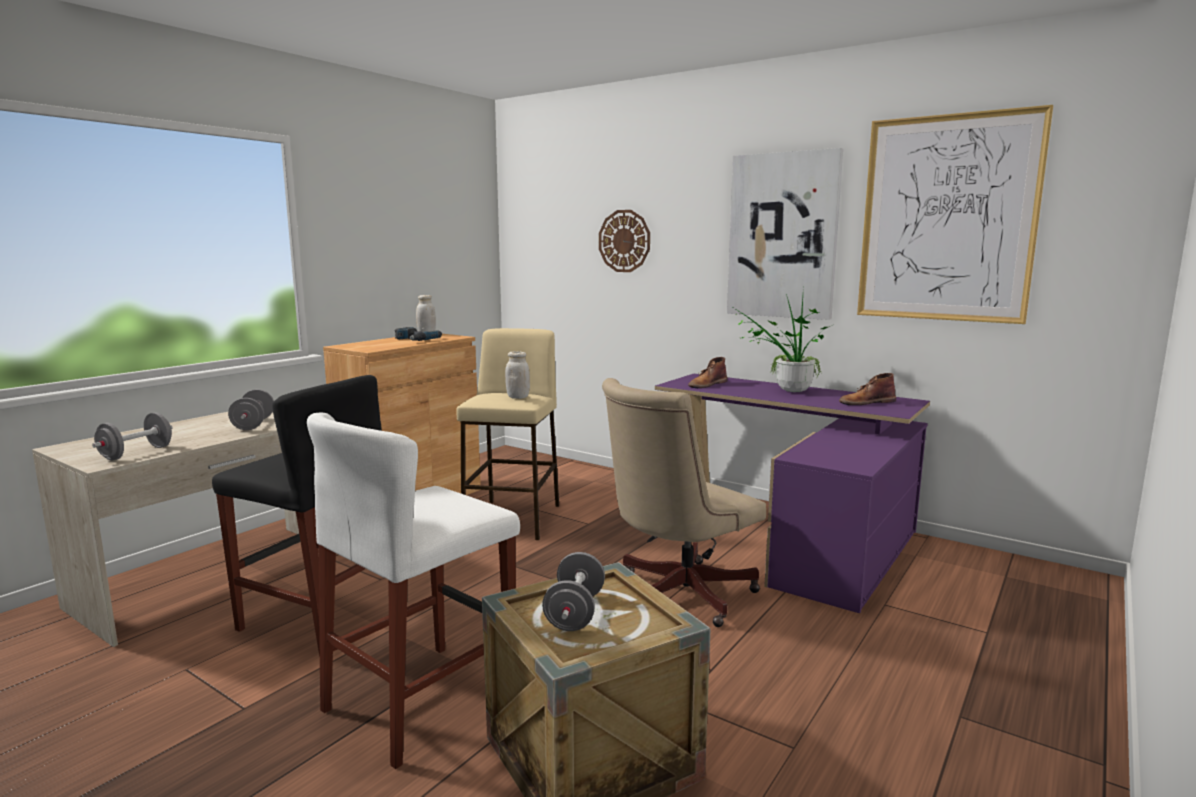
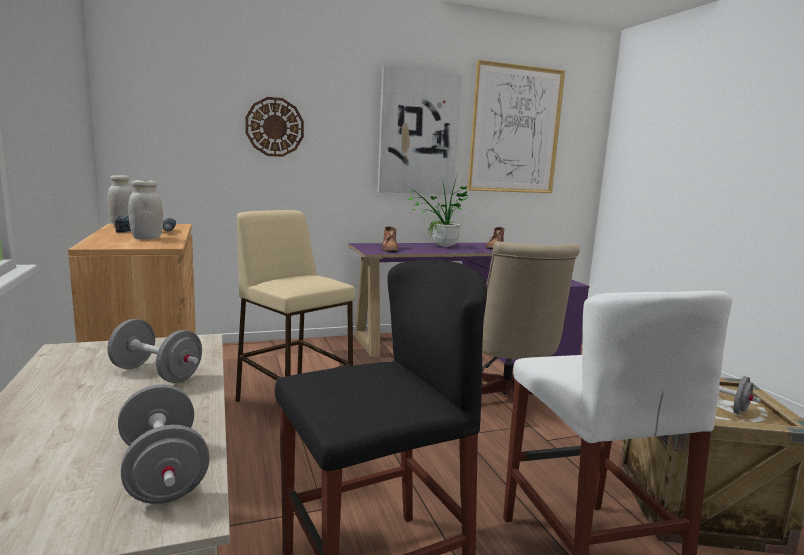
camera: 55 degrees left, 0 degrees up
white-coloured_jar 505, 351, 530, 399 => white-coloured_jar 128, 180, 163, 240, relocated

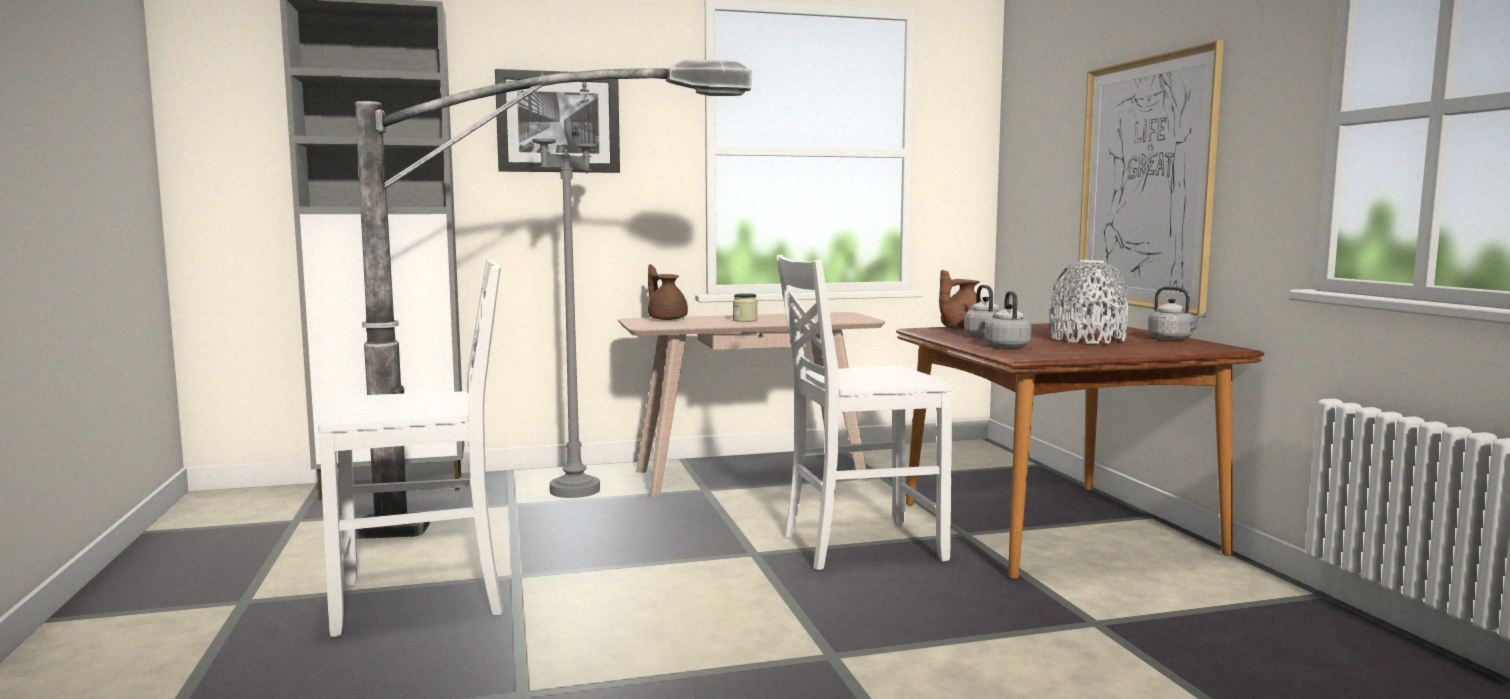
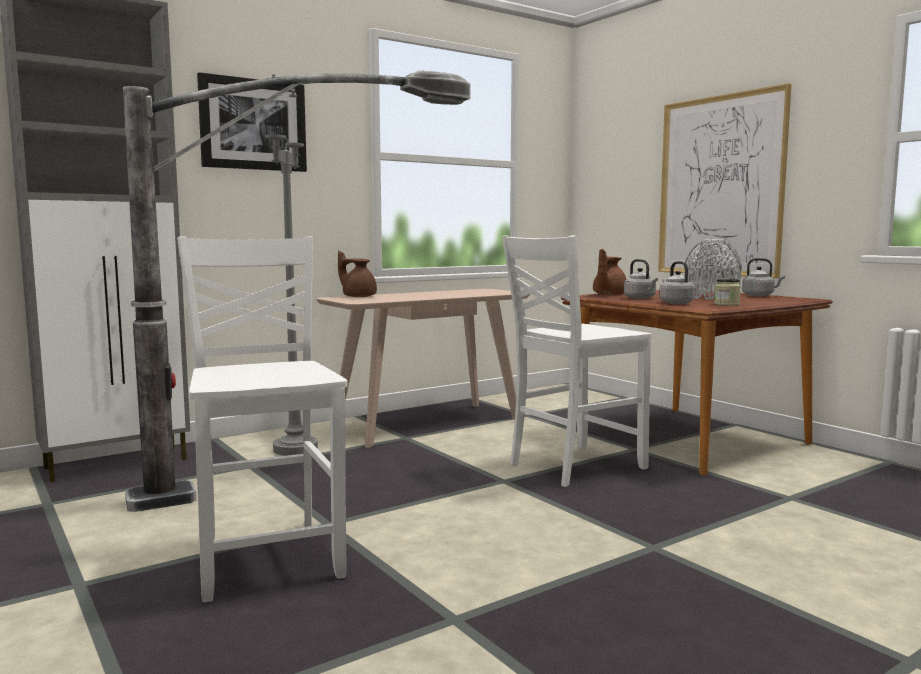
camera: 20 degrees left, 0 degrees up
white-coloured_upright_chair 318, 259, 503, 637 => white-coloured_upright_chair 177, 236, 348, 602, 75 degrees counterclockwise
jar 733, 294, 757, 322 => jar 714, 278, 741, 306, relocated

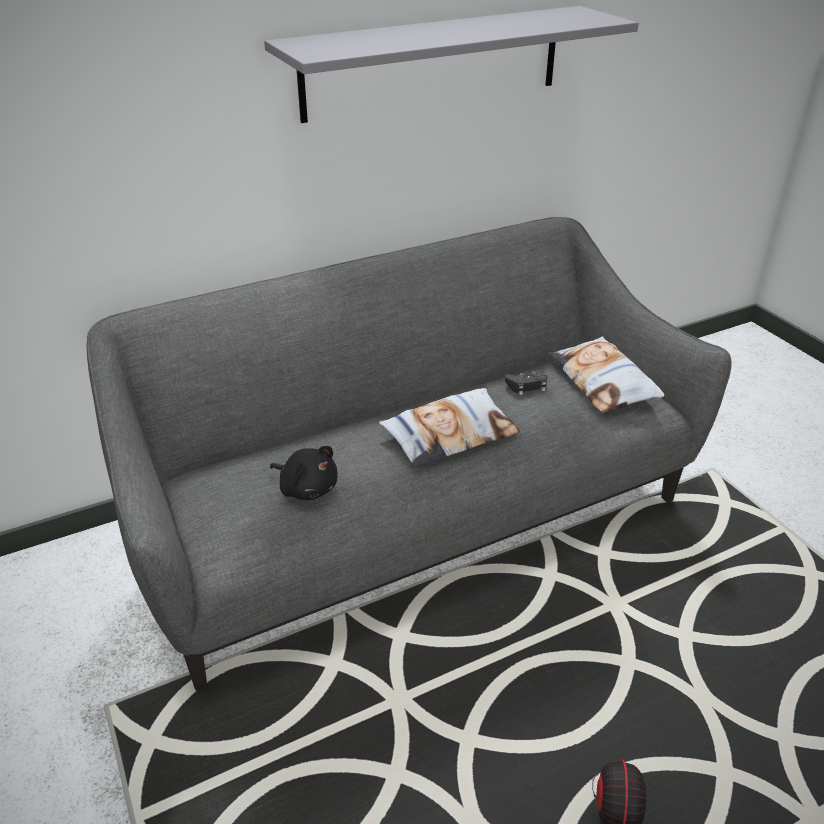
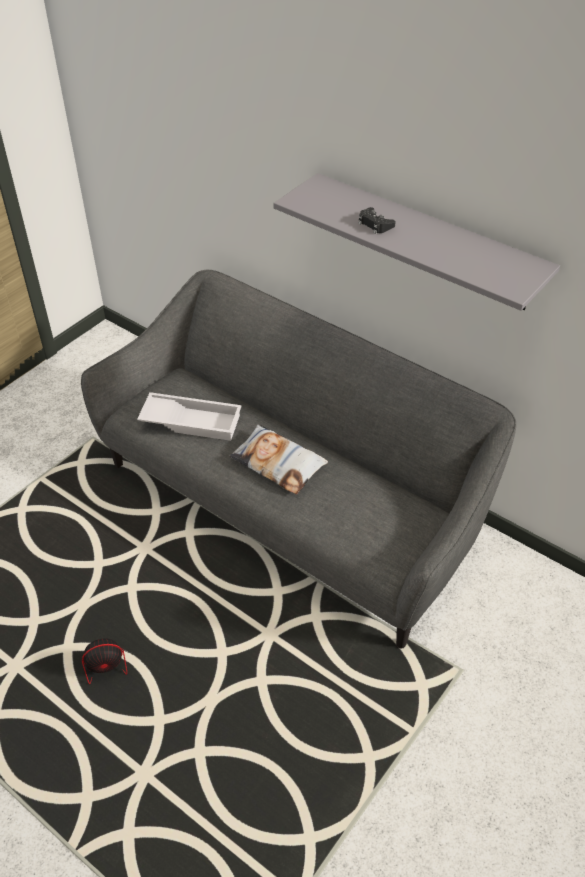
camera: 65 degrees right, 10 degrees up
blackish_plush_toy 270, 446, 338, 500 => white-coloured_tray 137, 392, 242, 441
blackish_joypad 505, 369, 547, 395 => blackish_joypad 358, 207, 396, 234, relocated
cushion 549, 336, 665, 413 => nothing

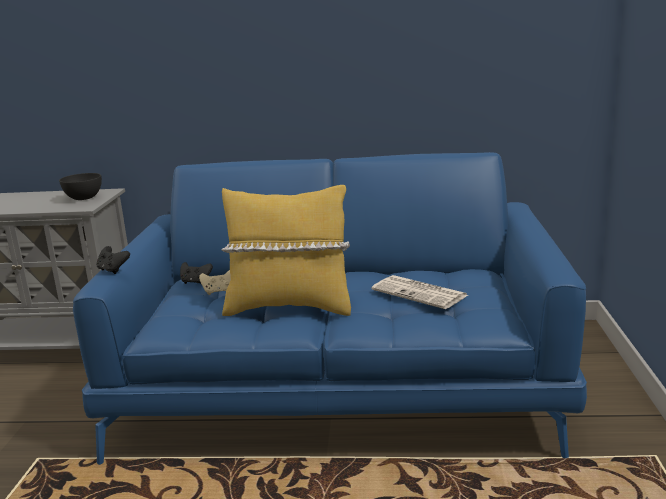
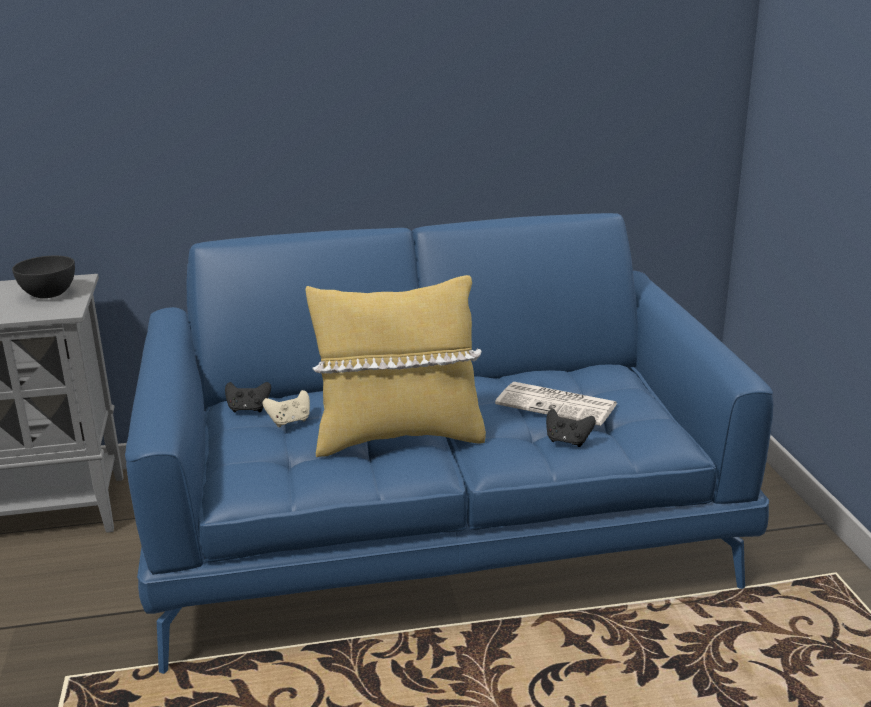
camera: 15 degrees left, 5 degrees up
blackish_joypad 96, 246, 130, 274 => blackish_joypad 546, 409, 596, 447, relocated

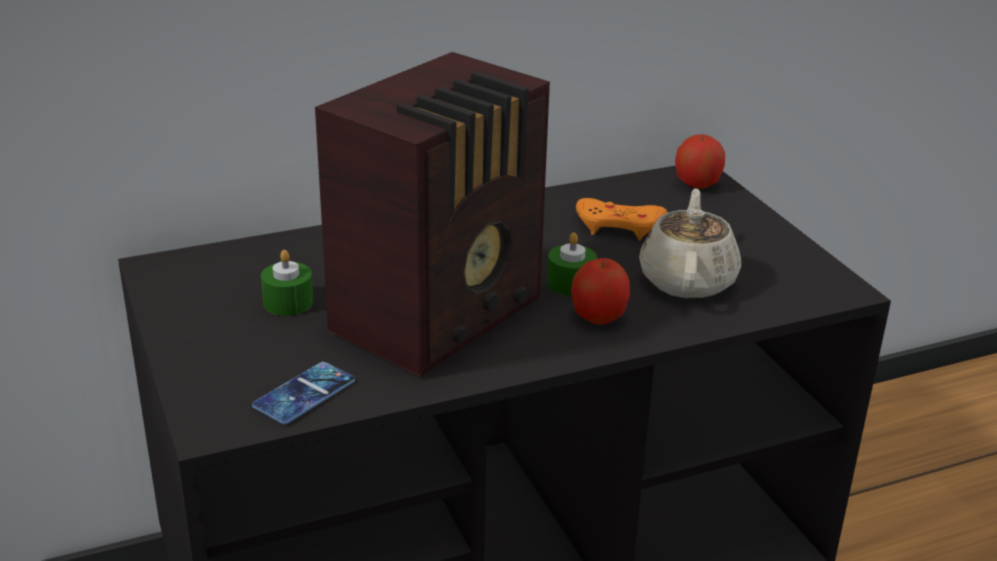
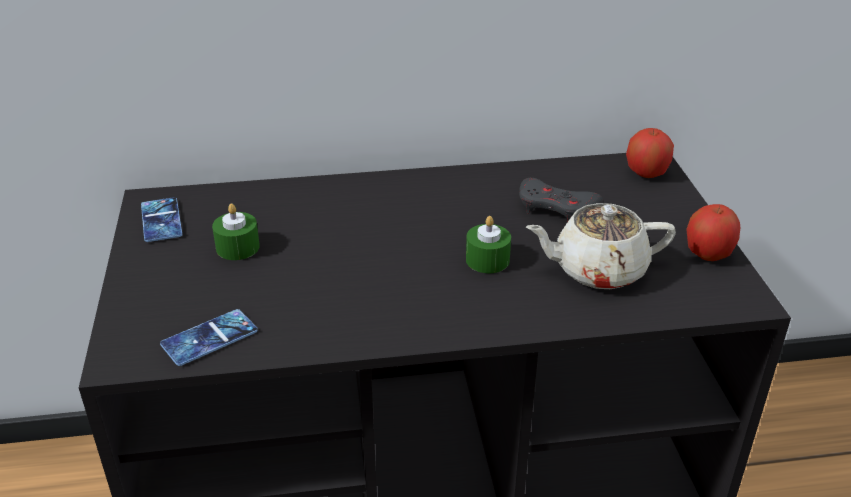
camera: 15 degrees right, 5 degrees up
nothing => phone 141, 197, 182, 242
orange-coloured_joypad 576, 198, 667, 240 => grey_joypad 519, 178, 603, 222
sand-coloured_tea_pot 639, 188, 741, 298 => sand-coloured_tea_pot 526, 203, 676, 289, 120 degrees counterclockwise
whole_apple 571, 258, 630, 325 => whole_apple 686, 204, 741, 261, relocated
radio_receiver 315, 52, 550, 377 => nothing

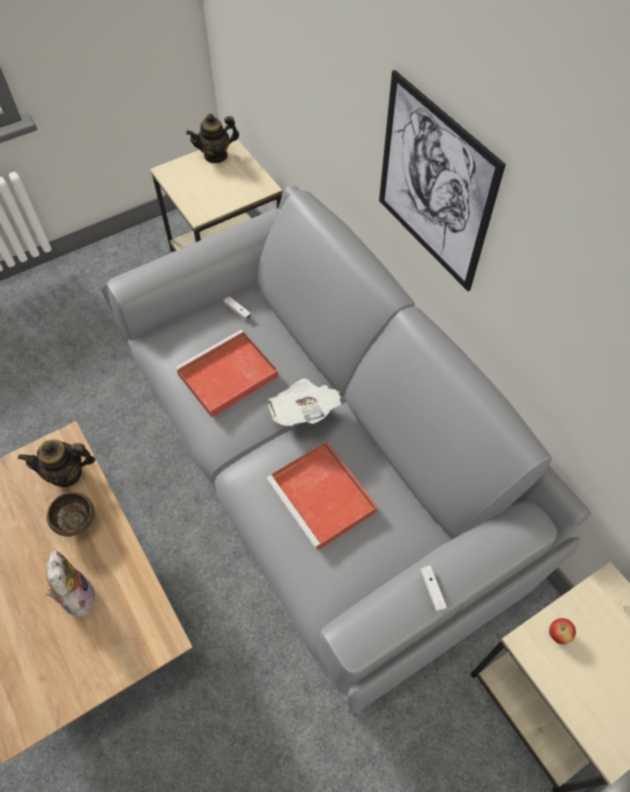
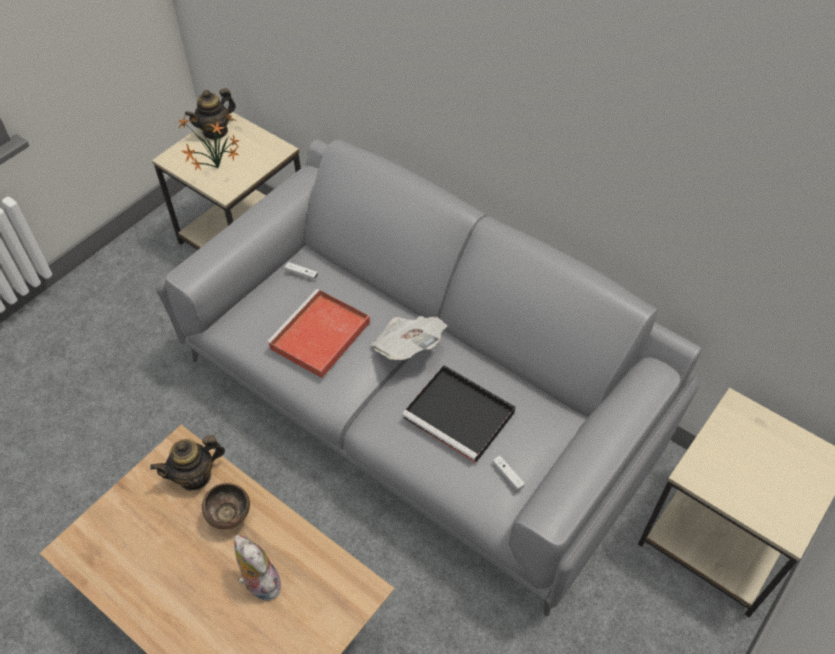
camera: 20 degrees left, 5 degrees down
nothing => houseplant 178, 114, 240, 171
reddish_tray 267, 441, 378, 551 => blackish_tray 402, 365, 515, 463
white-coloured_joypad 420, 565, 447, 612 => white-coloured_joypad 493, 456, 525, 491, relocated
wall_picture 379, 70, 506, 291 => nothing
whole_apple 549, 618, 576, 644 => nothing

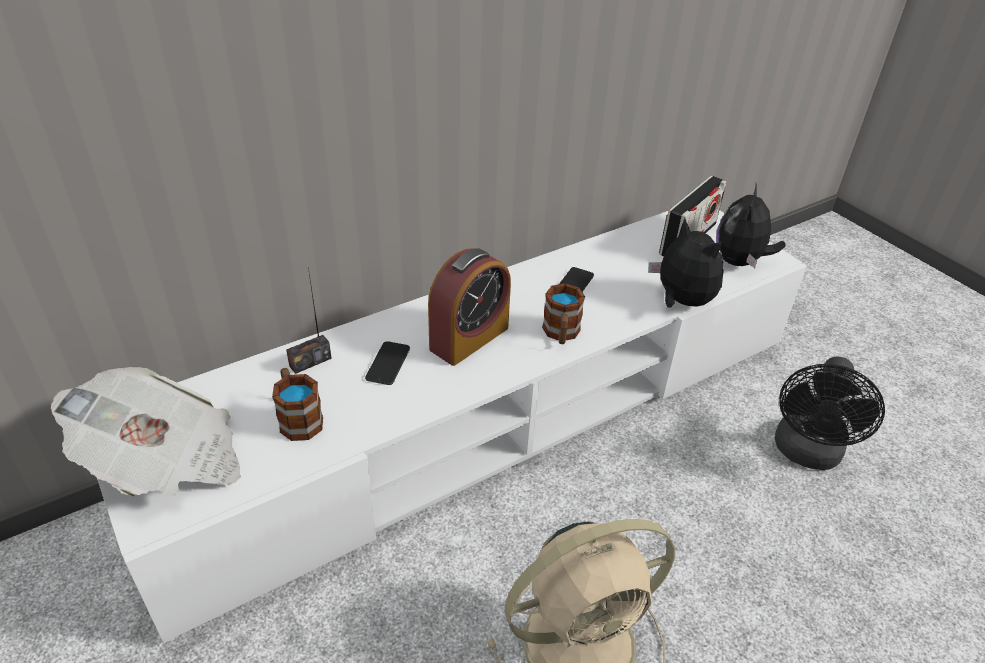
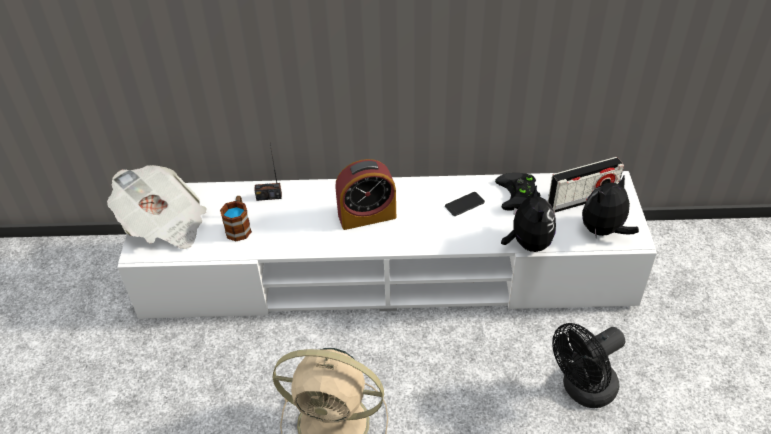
camera: 35 degrees right, 5 degrees up
nothing => blackish_joypad 495, 173, 540, 210
phone 365, 341, 410, 385 => nothing
coffee_mug 542, 283, 585, 344 => nothing

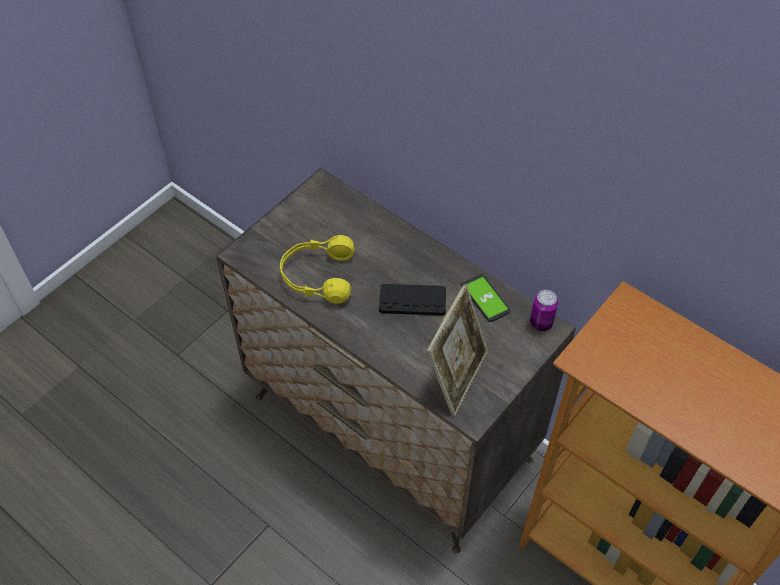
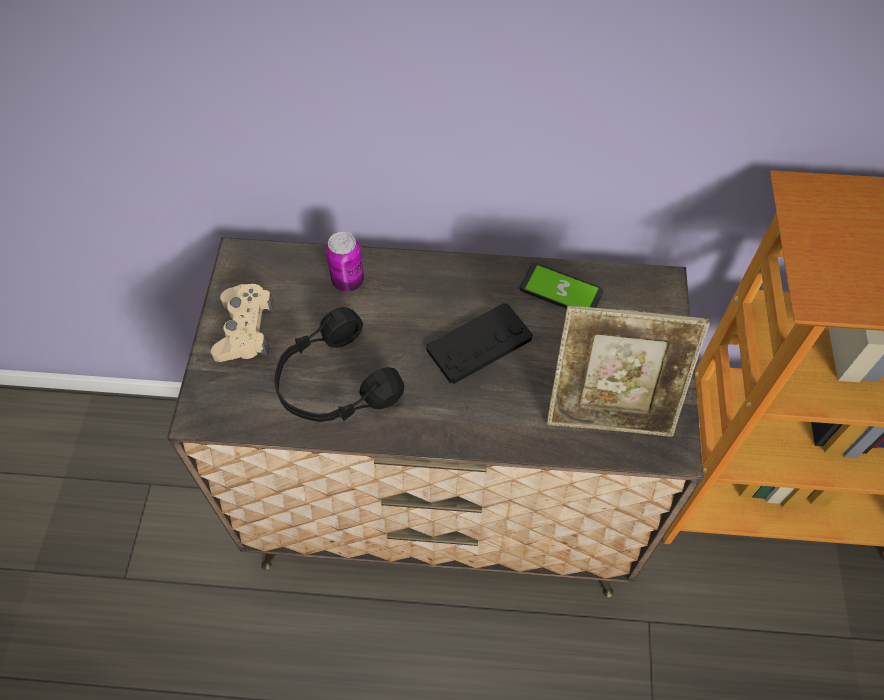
camera: 35 degrees left, 5 degrees up
nothing => sand-coloured_joypad 211, 284, 275, 362
yellow_pair_of_headphones 280, 235, 355, 304 => blackish_pair_of_headphones 274, 307, 404, 422
can 530, 290, 558, 331 => can 326, 232, 364, 292, relocated
photo_frame 427, 284, 488, 416 => photo_frame 547, 305, 710, 437, 105 degrees clockwise

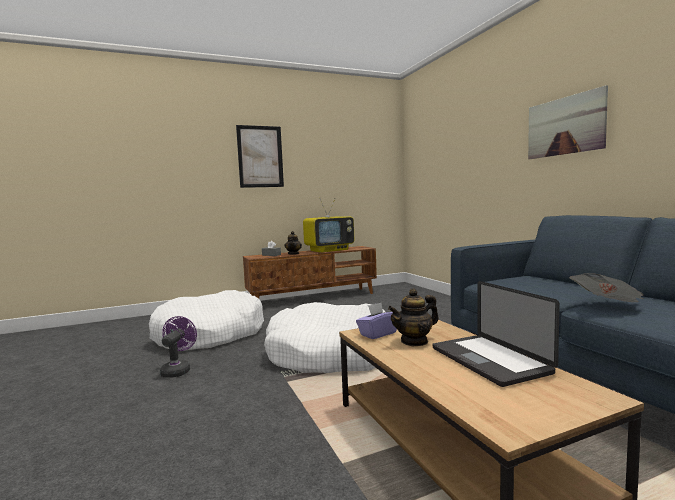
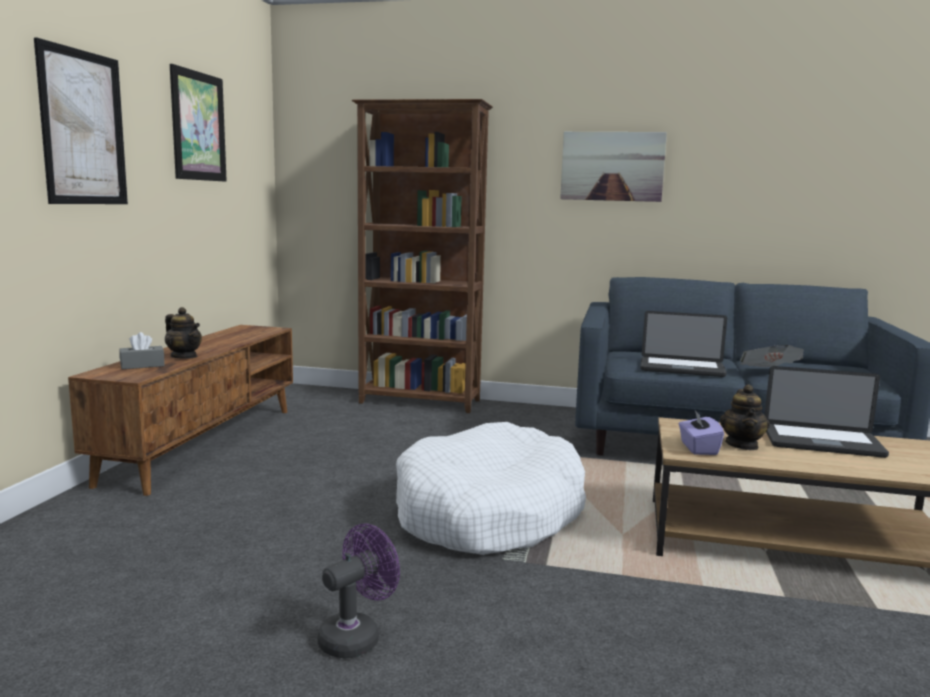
camera: 55 degrees left, 5 degrees up
nothing => wall_picture 170, 64, 227, 182
purplish_electric_fan 160, 316, 197, 378 => purplish_electric_fan 318, 524, 400, 659, 90 degrees clockwise
nothing => brown_shelving_unit 352, 99, 493, 413
nothing => notebook_computer 640, 311, 727, 377
white-coloured_dog_cushion 149, 290, 264, 351 => nothing
TV 303, 199, 354, 253 => nothing

